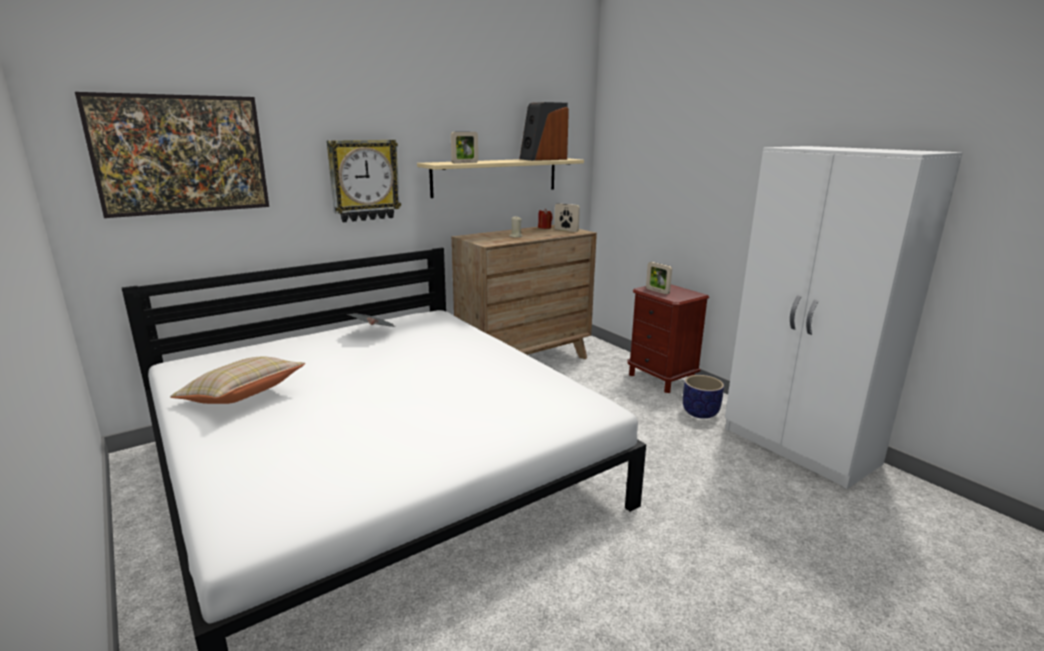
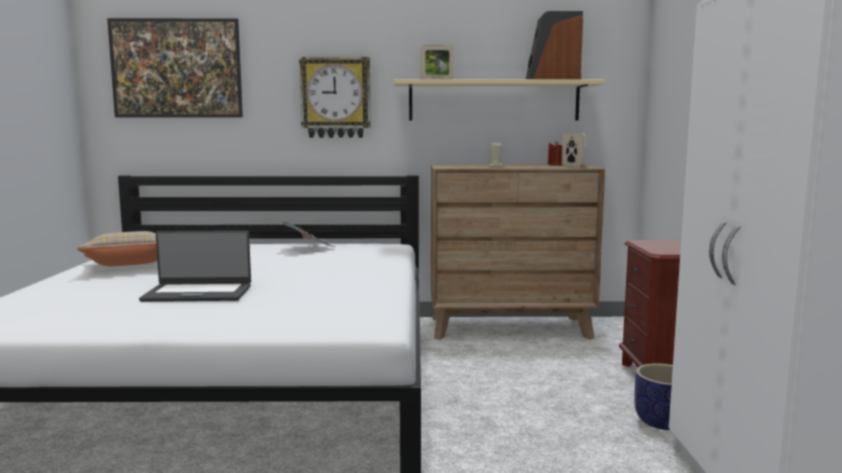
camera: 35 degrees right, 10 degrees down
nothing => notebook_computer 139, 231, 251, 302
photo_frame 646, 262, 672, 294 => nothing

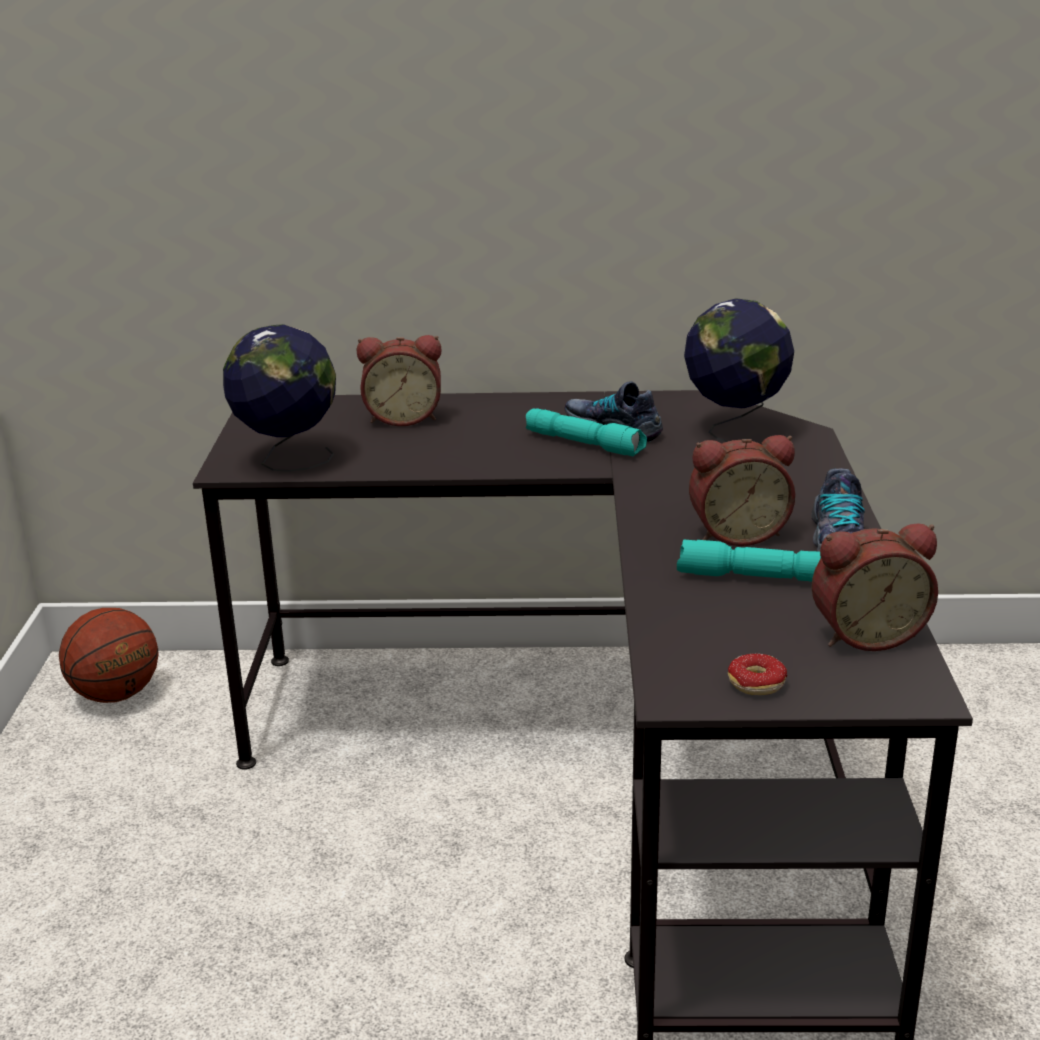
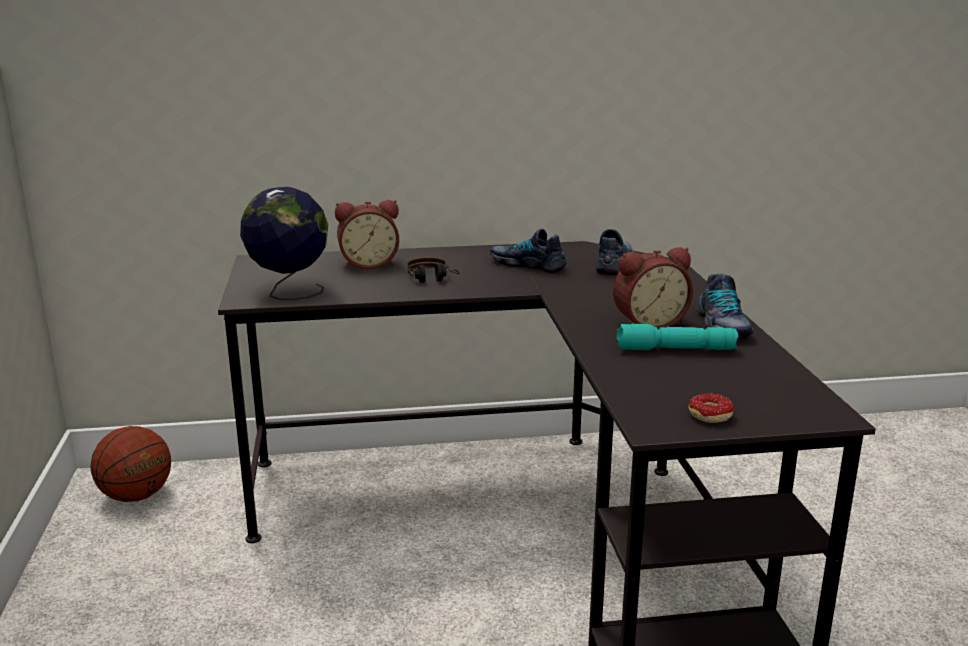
camera: 10 degrees left, 5 degrees down
nothing => pair_of_headphones 408, 258, 459, 283
globe 684, 298, 794, 444 => item_of_footwear 596, 229, 634, 275
turquoise_torch 526, 408, 647, 456 => nothing
table_clock 812, 523, 938, 651 => nothing

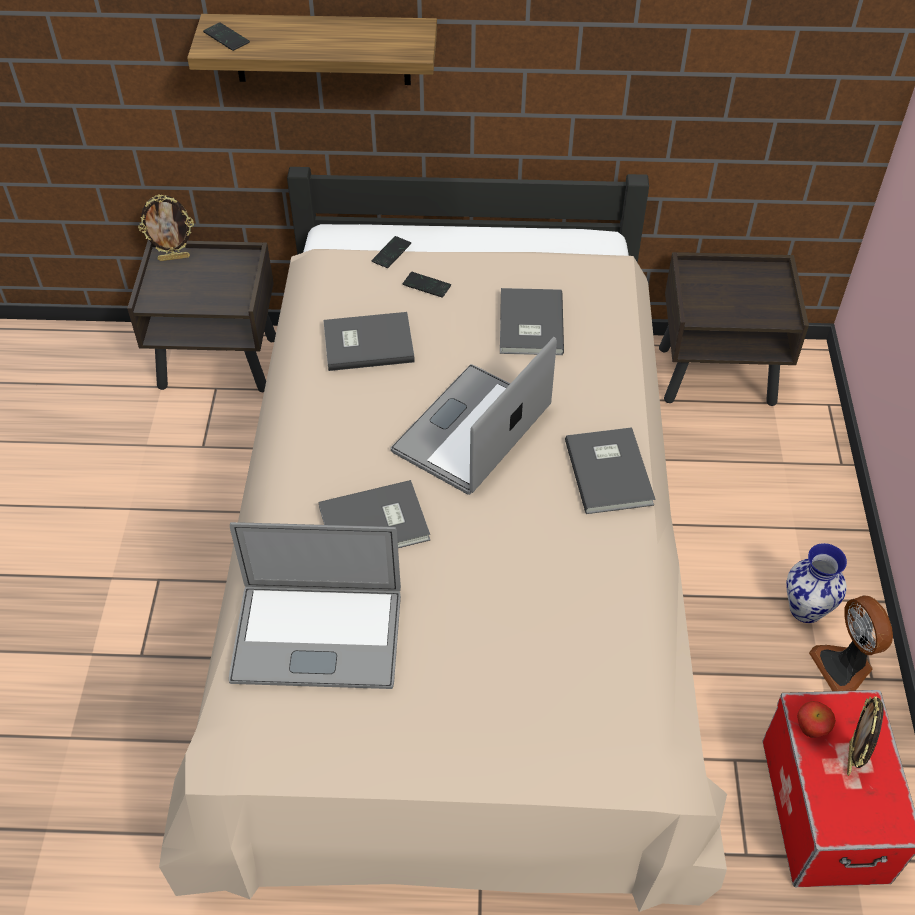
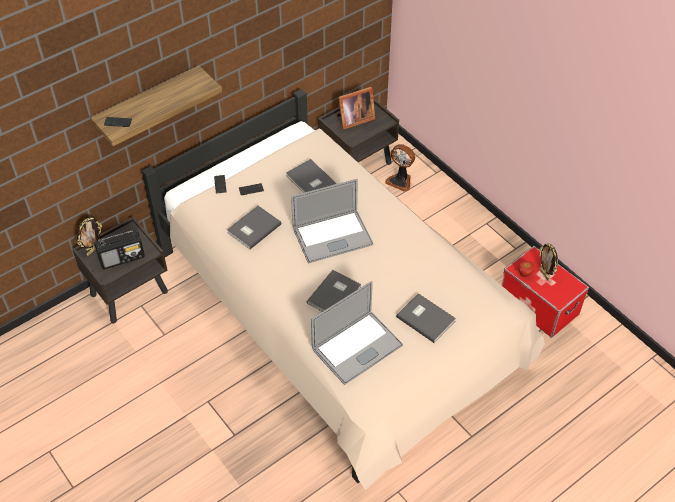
camera: 40 degrees left, 0 degrees up
nothing => radio_receiver 95, 230, 145, 269
notebook_computer 391, 337, 557, 495 => notebook_computer 291, 179, 373, 263, 105 degrees counterclockwise
nothing => photo_frame 337, 87, 375, 130
electric_fan 809, 595, 893, 691 => electric_fan 385, 144, 415, 192, relocated
grey_bound_book 565, 427, 655, 514 => grey_bound_book 396, 293, 456, 343, relocated
decorative_vase 786, 543, 847, 623 => nothing

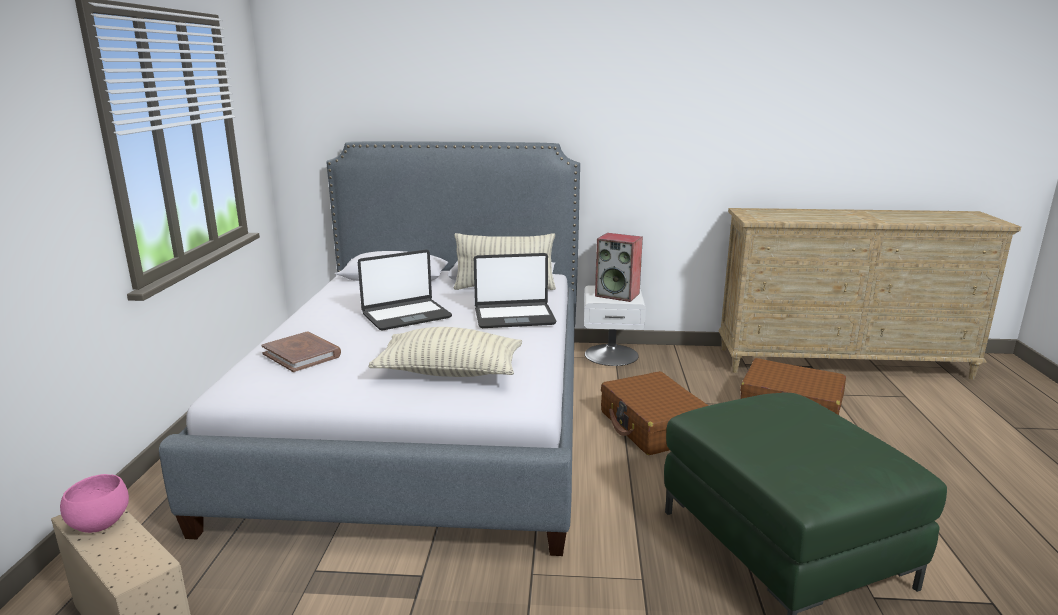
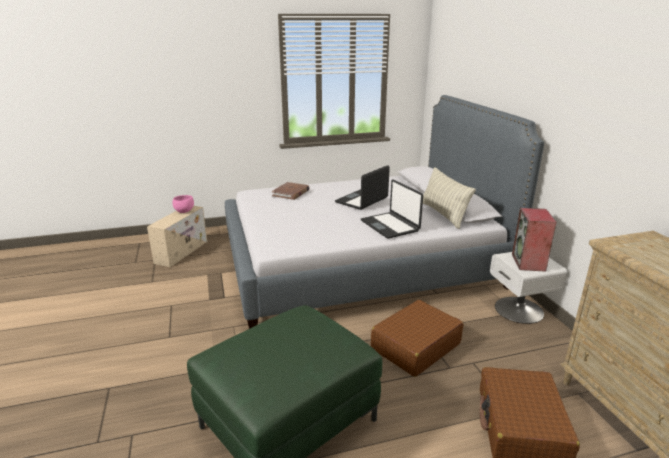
camera: 70 degrees right, 5 degrees up
notebook_computer 358, 250, 452, 331 => notebook_computer 335, 165, 390, 210, 90 degrees clockwise
cushion 368, 327, 522, 377 => nothing

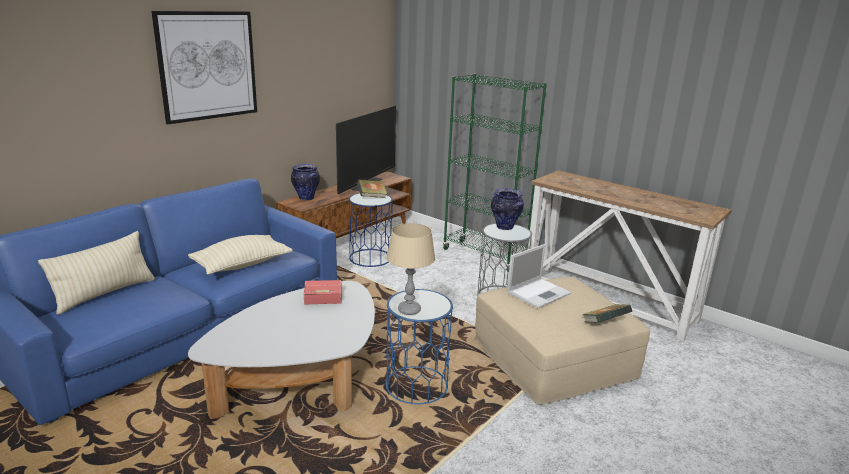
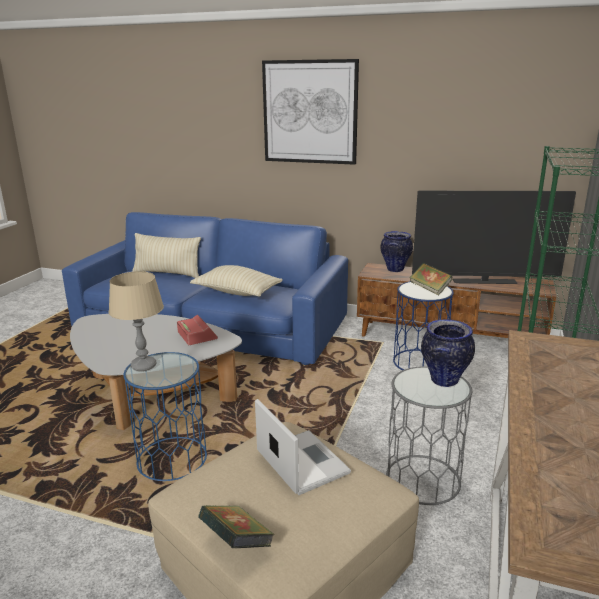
camera: 70 degrees right, 0 degrees up
notebook_computer 507, 244, 572, 308 => notebook_computer 255, 399, 351, 495, 150 degrees counterclockwise

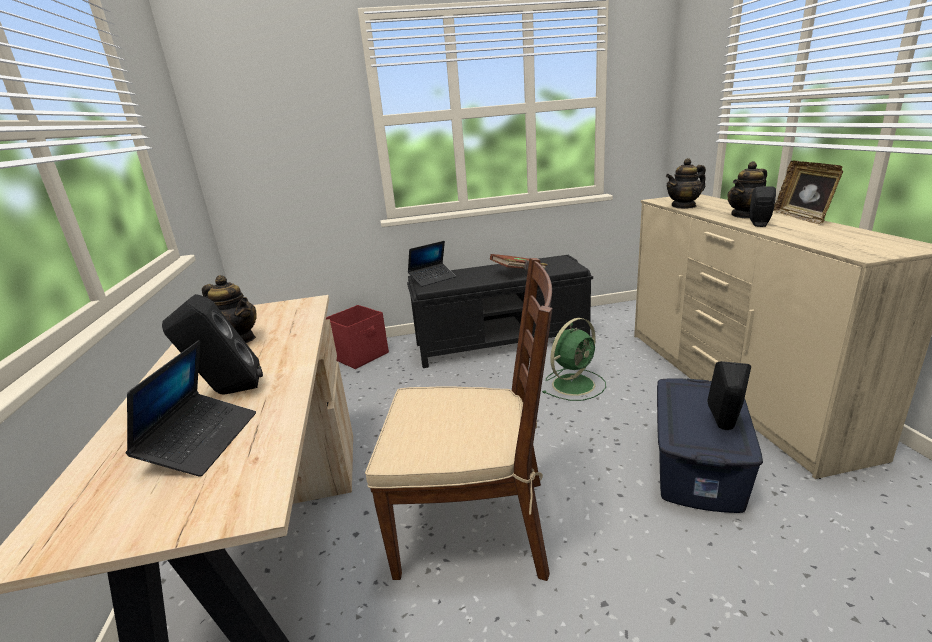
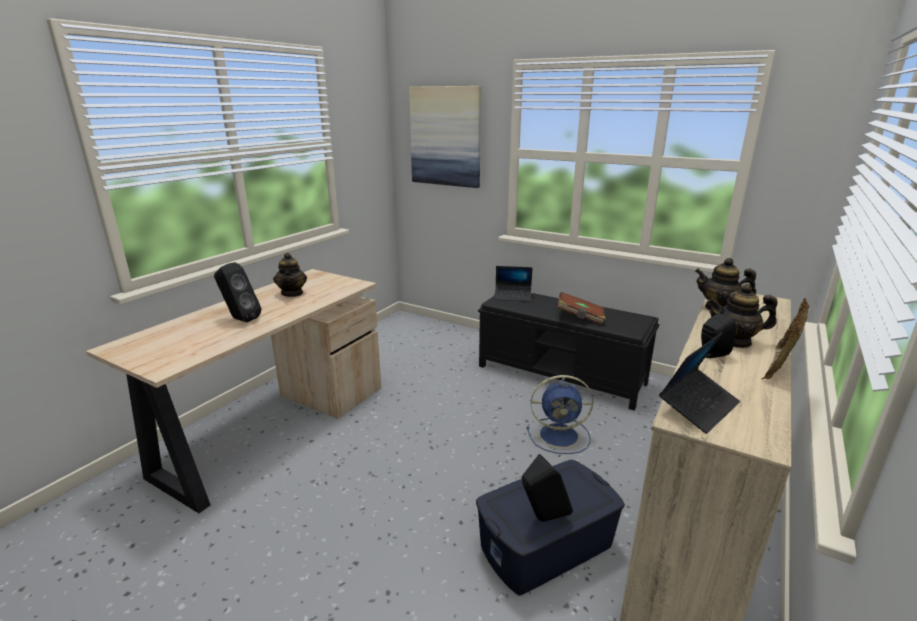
camera: 40 degrees right, 0 degrees up
nothing => wall_picture 409, 86, 481, 188
green-coloured_electric_fan 542, 318, 606, 401 => blue_electric_fan 527, 375, 594, 454
notebook_computer 126, 340, 256, 477 => notebook_computer 659, 333, 740, 434, relocated
reddish_storage_box 326, 305, 389, 369 => nothing
brown_upright_chair 365, 258, 553, 581 => nothing

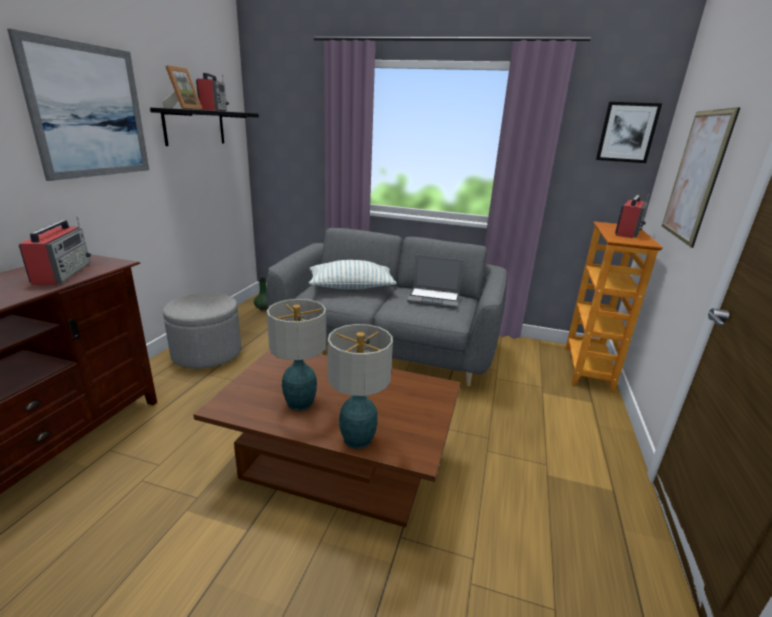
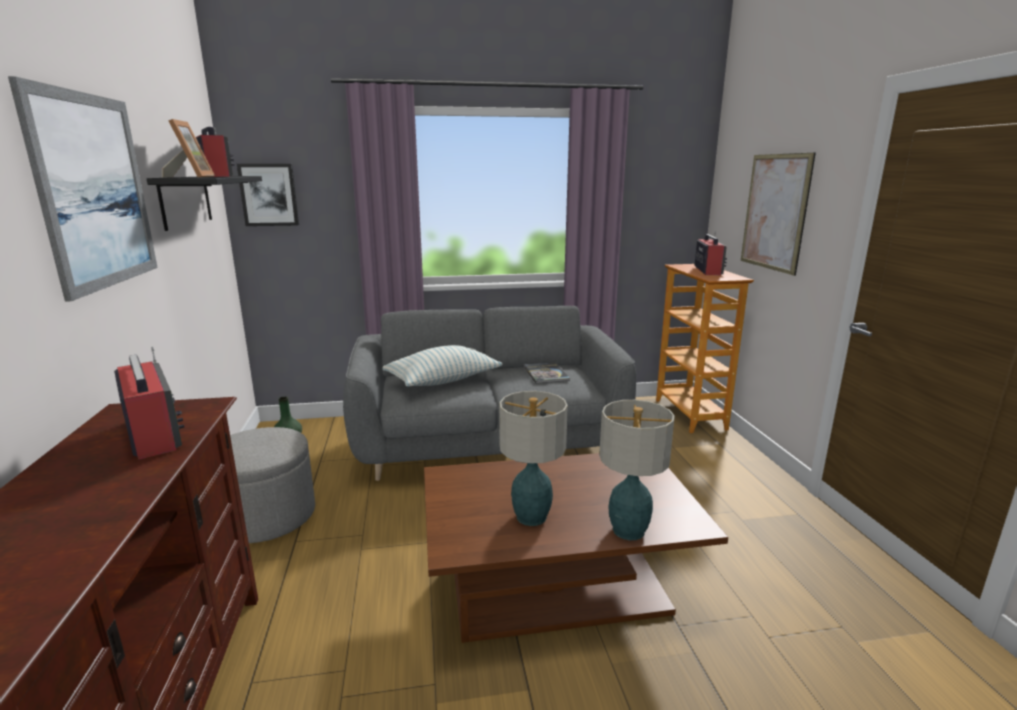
camera: 25 degrees left, 5 degrees down
wall_picture 596, 102, 662, 163 => wall_picture 237, 164, 299, 226, relocated
notebook_computer 407, 255, 464, 309 => bound_book 523, 362, 570, 384

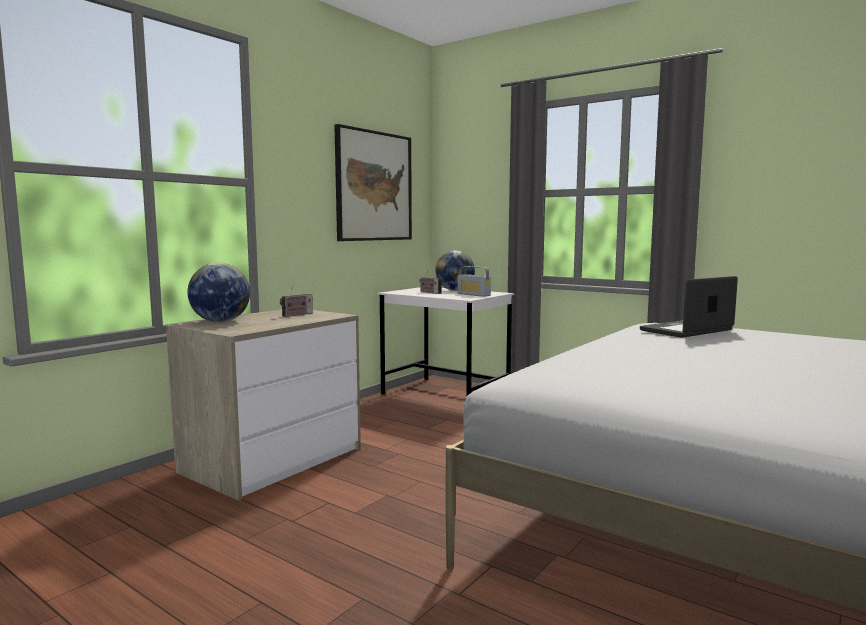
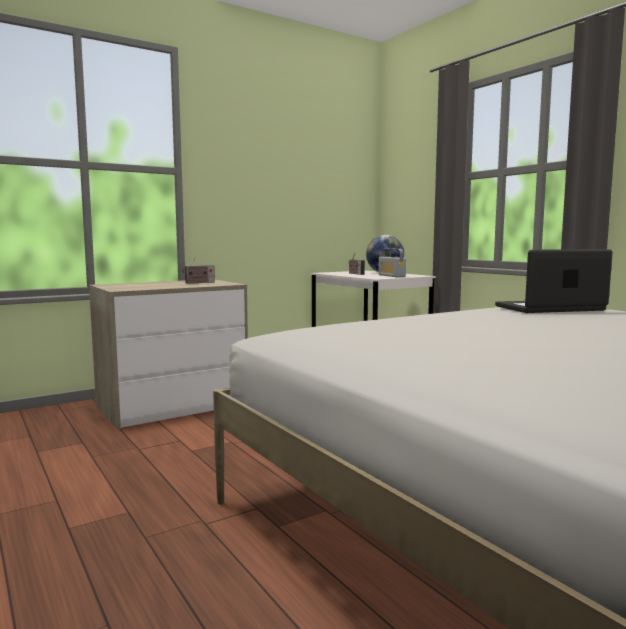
camera: 20 degrees right, 0 degrees up
globe 188, 263, 250, 322 => nothing
wall_picture 334, 124, 412, 241 => nothing

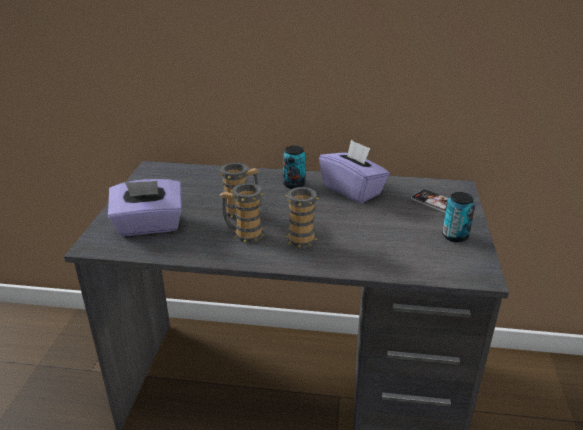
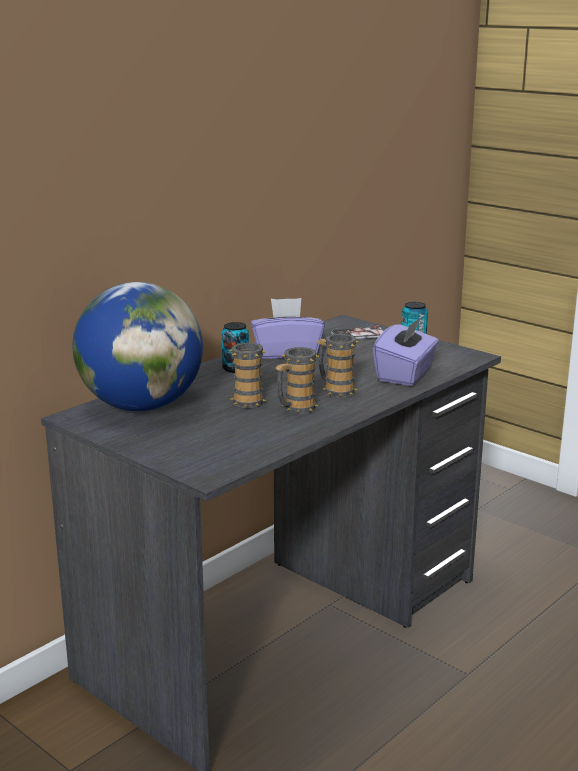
camera: 55 degrees left, 10 degrees down
nothing => globe 73, 282, 203, 411
purplish_tissue_box 108, 179, 182, 236 => purplish_tissue_box 373, 317, 439, 386, relocated

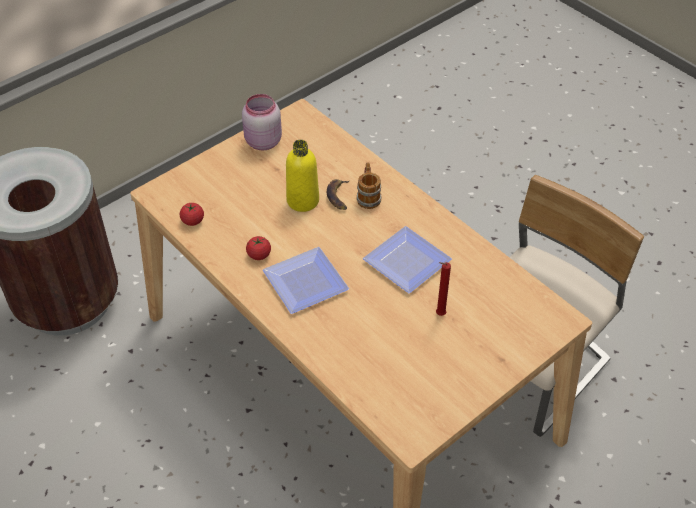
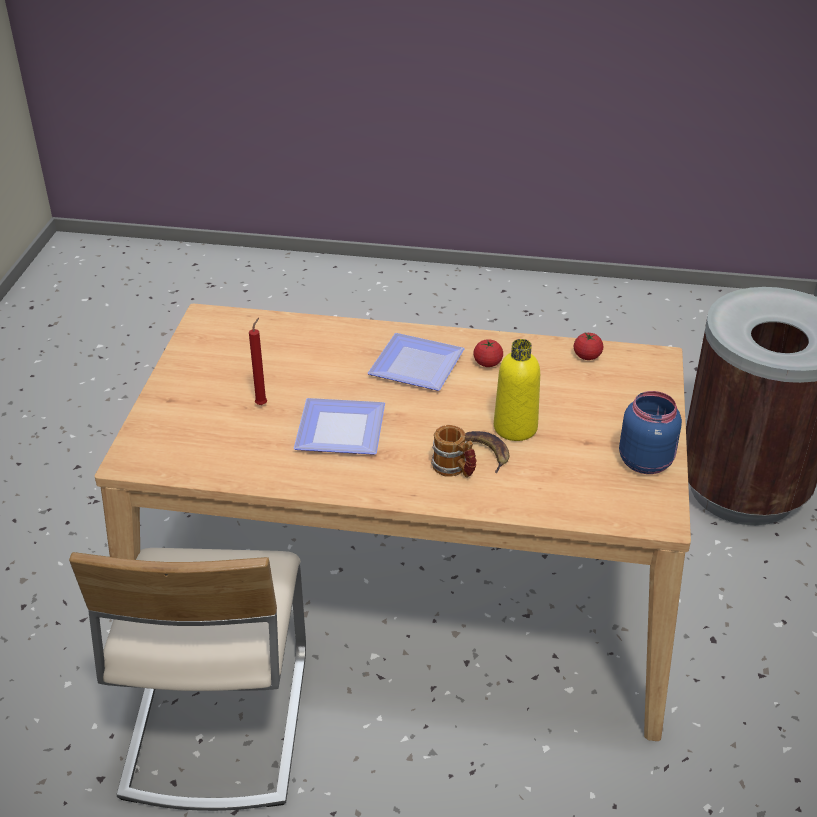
camera: 140 degrees right, 10 degrees down
pinkish_jar 242, 94, 282, 150 => blue_jar 619, 391, 682, 474

